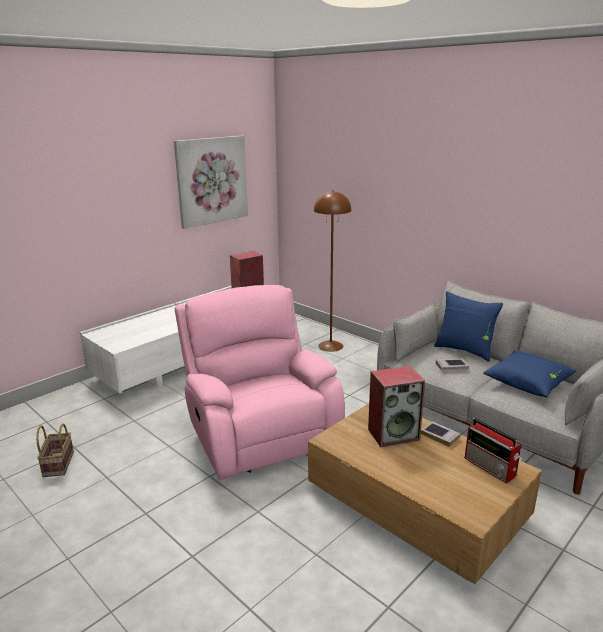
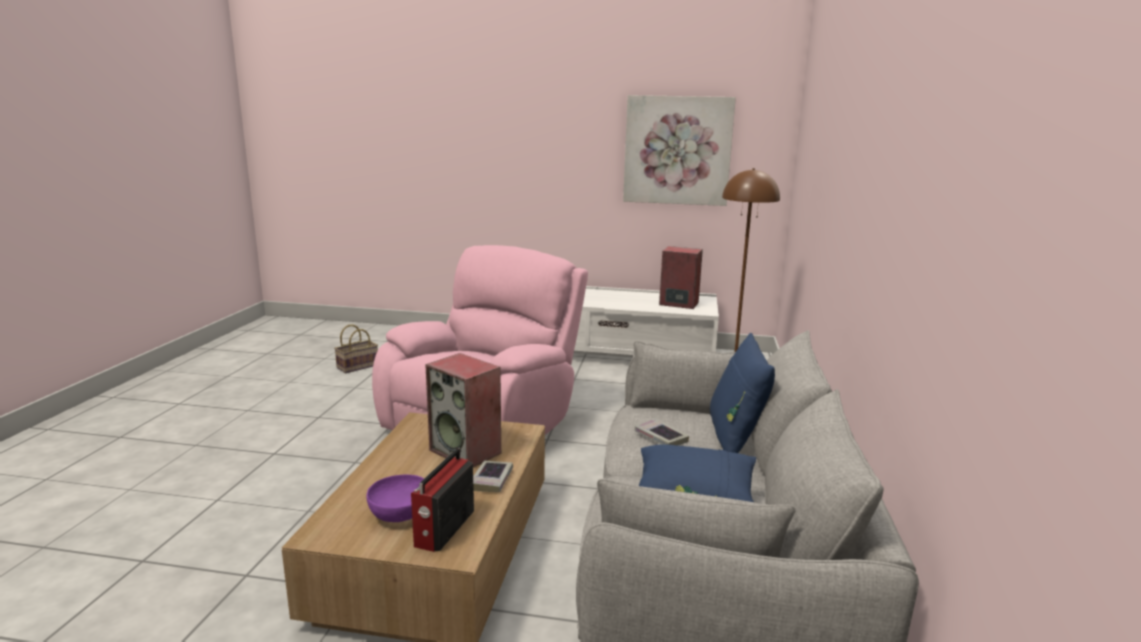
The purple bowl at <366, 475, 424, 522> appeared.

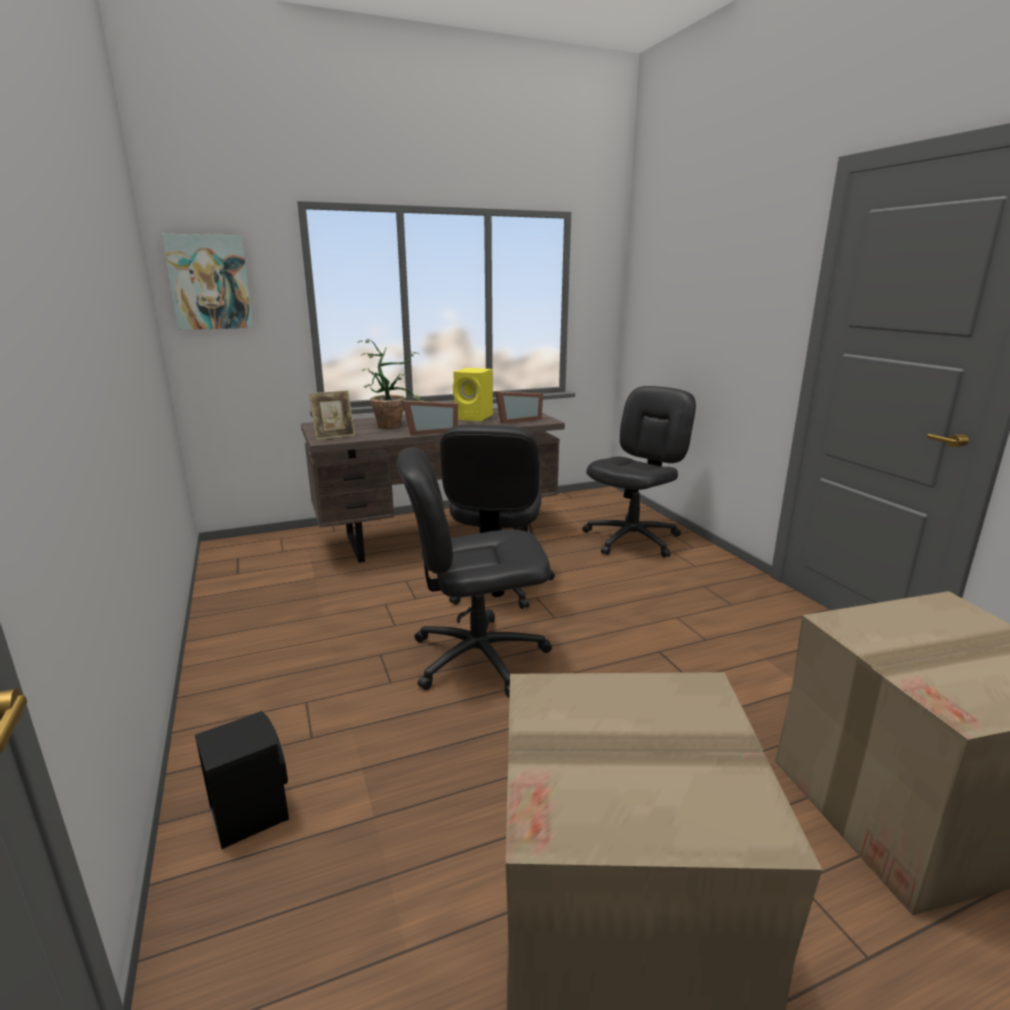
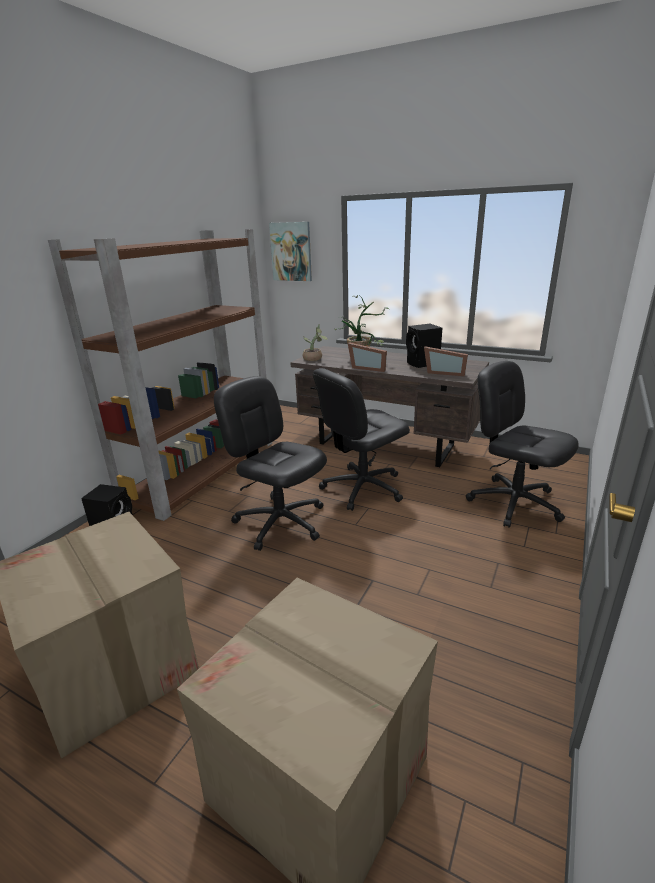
The brown-coloured bookshelf at <48, 229, 272, 521> appeared.
The picture frame at <309, 391, 355, 440> was replaced by the houseplant at <303, 324, 328, 361>.
The yellowish loudspeaker at <453, 368, 493, 421> became the blackish loudspeaker at <406, 324, 442, 368>.
The blackish computer chair at <582, 386, 696, 558> turned 135 degrees counterclockwise.

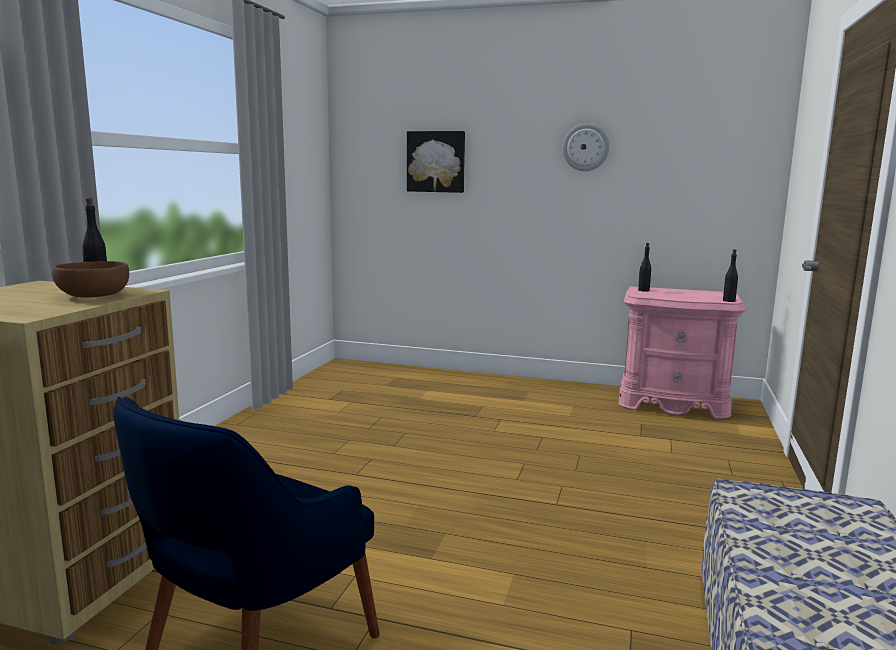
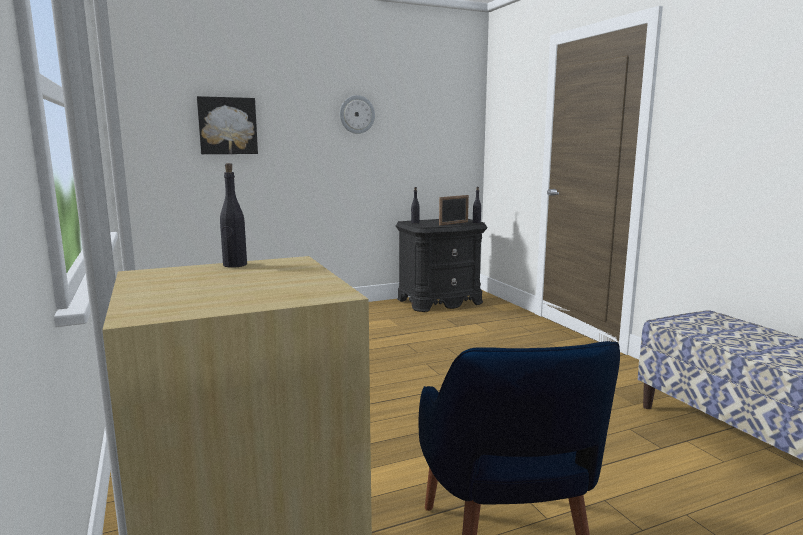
The pink-coloured nightstand at <619, 286, 746, 419> became the blackish nightstand at <396, 219, 488, 312>.
The picture frame at <439, 195, 469, 225> appeared.
The brown-coloured bowl at <52, 261, 129, 297> disappeared.

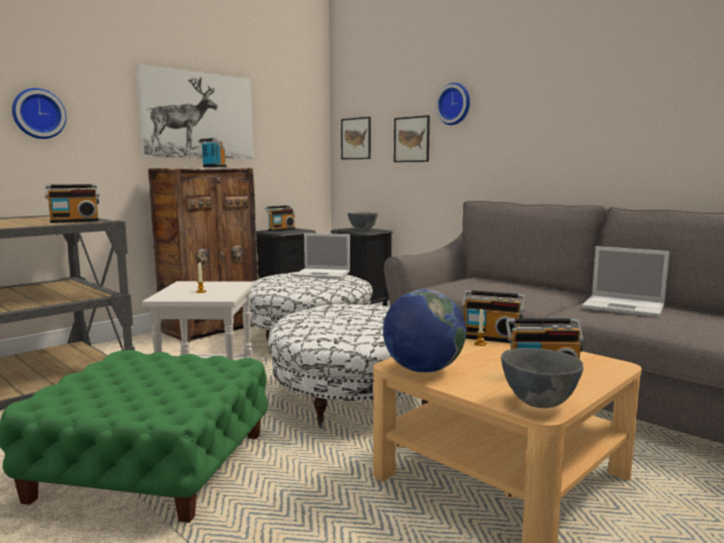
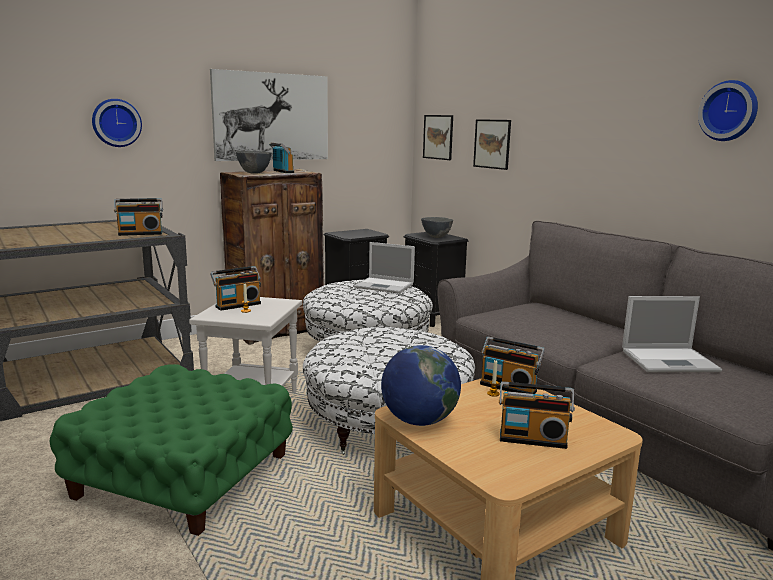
The radio receiver moved from <265, 205, 295, 231> to <210, 266, 261, 311>.
The gray bowl moved from <501, 348, 584, 408> to <236, 151, 272, 173>.
The notebook computer at <582, 246, 670, 317> turned 45 degrees counterclockwise.
The clock on the wall moved from <436, 83, 470, 125> to <698, 80, 758, 141>.

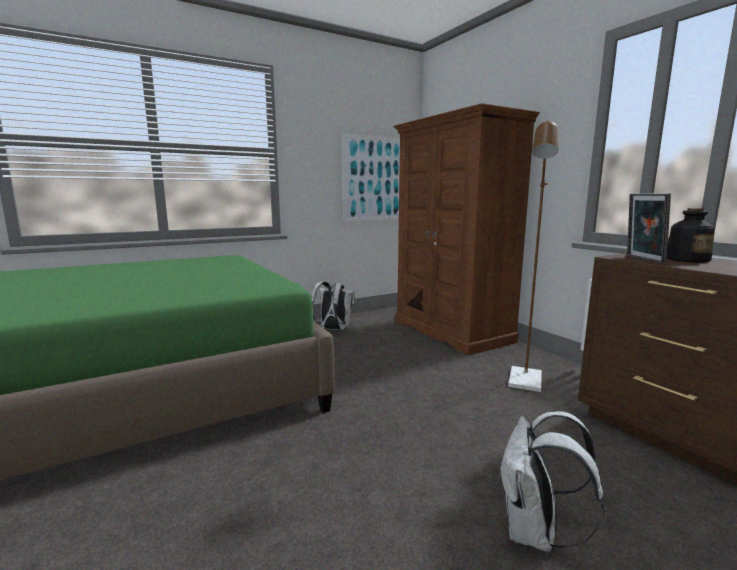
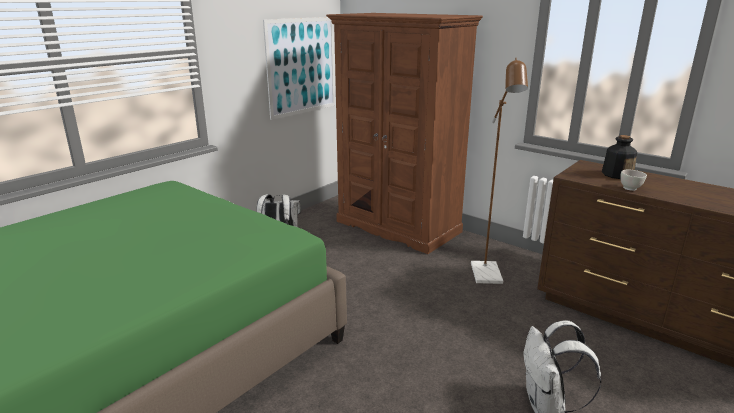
The white-coloured bowl at <620, 169, 647, 191> appeared.
The picture frame at <627, 193, 671, 264> disappeared.

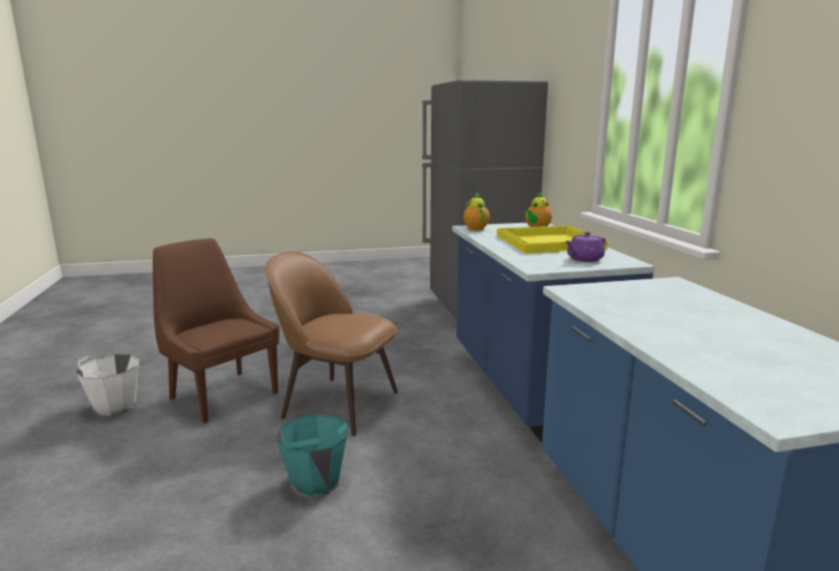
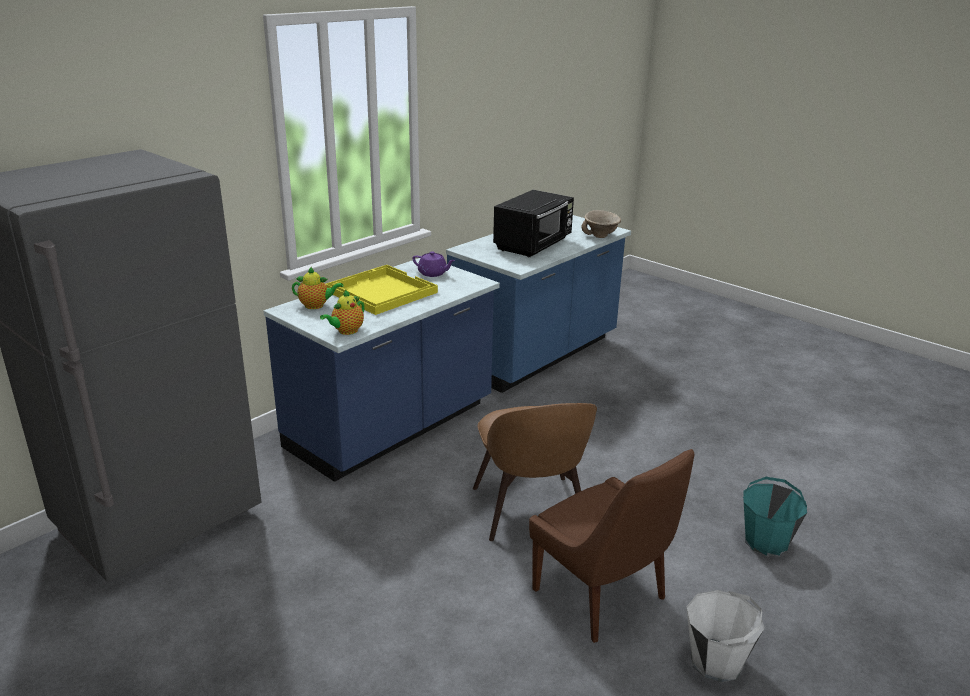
The blackish microwave at <493, 190, 574, 257> appeared.
The brown-coloured upright chair at <153, 238, 279, 423> turned 45 degrees counterclockwise.
The beige-coloured bowl at <581, 210, 621, 238> appeared.
The turquoise bucket moved from <276, 414, 348, 498> to <743, 477, 807, 556>.

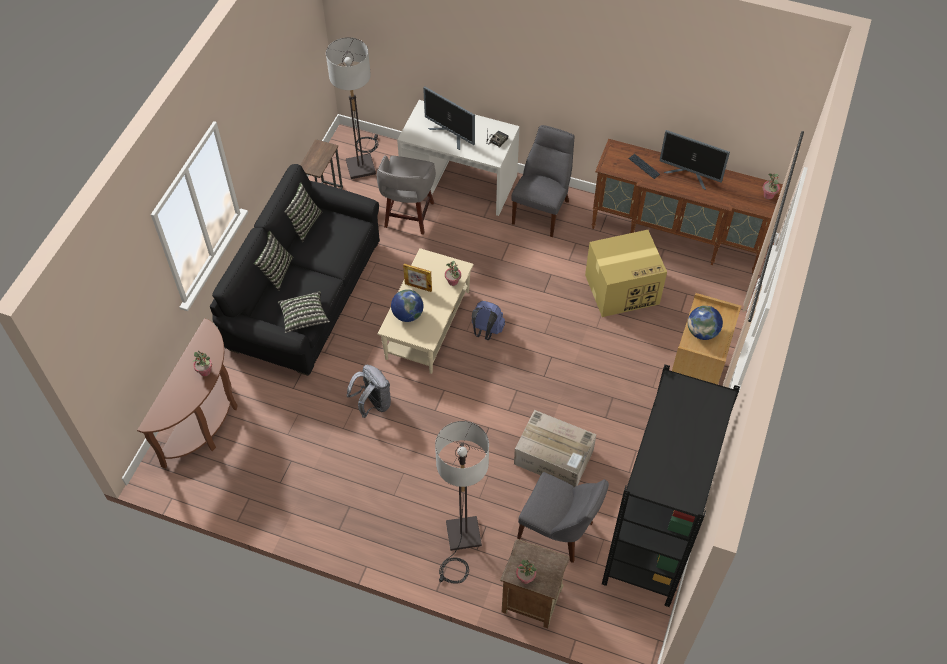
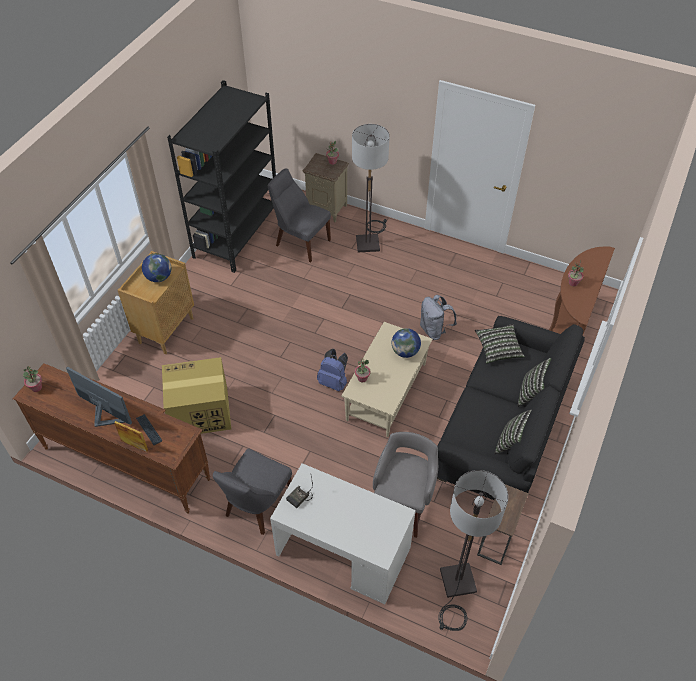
The picture frame moved from <403, 264, 432, 292> to <114, 421, 148, 452>.
The computer display at <423, 86, 475, 150> disappeared.
The carton at <514, 410, 596, 487> disappeared.

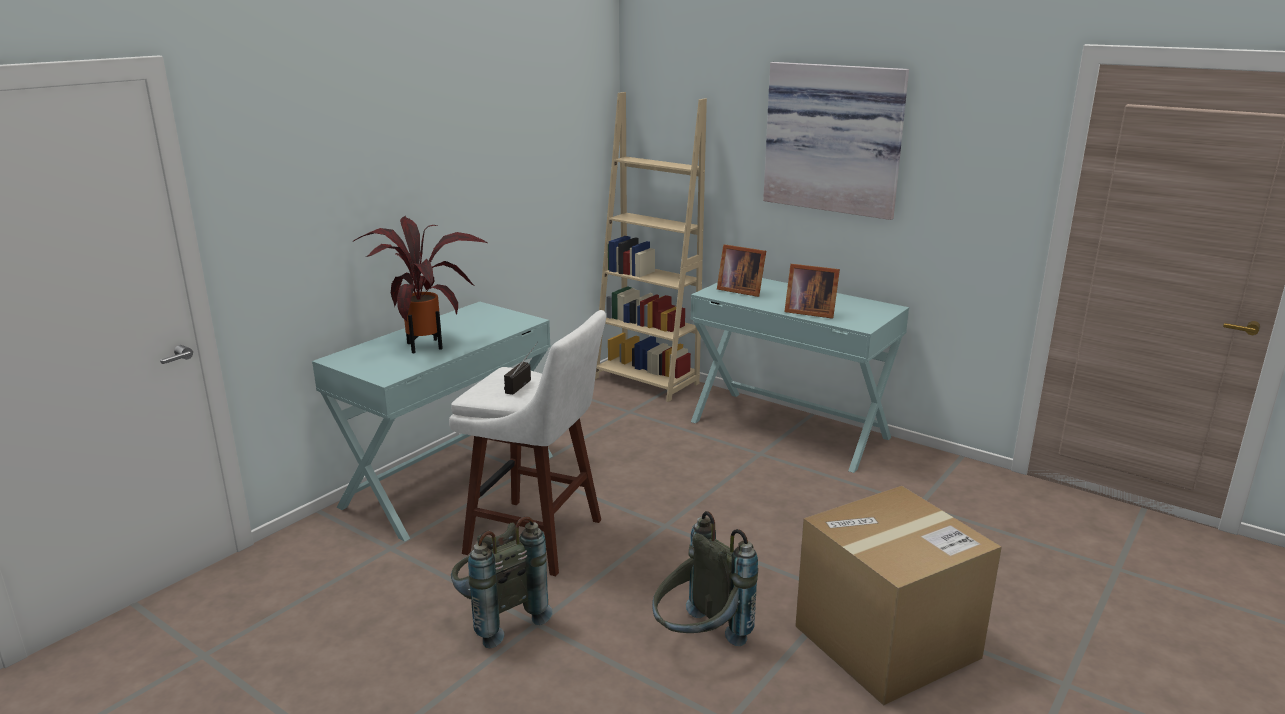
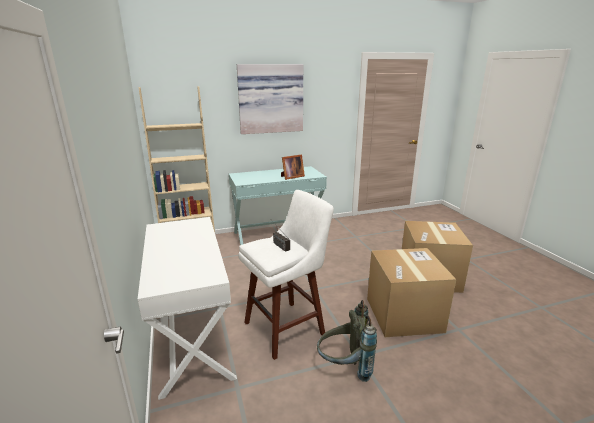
The turquoise desk table at <312, 301, 553, 542> became the white-coloured desk table at <138, 217, 237, 400>.
The gray backpack at <652, 511, 758, 646> was replaced by the carton at <367, 248, 457, 337>.
The houseplant at <353, 216, 487, 353> disappeared.
The picture frame at <717, 244, 766, 297> disappeared.

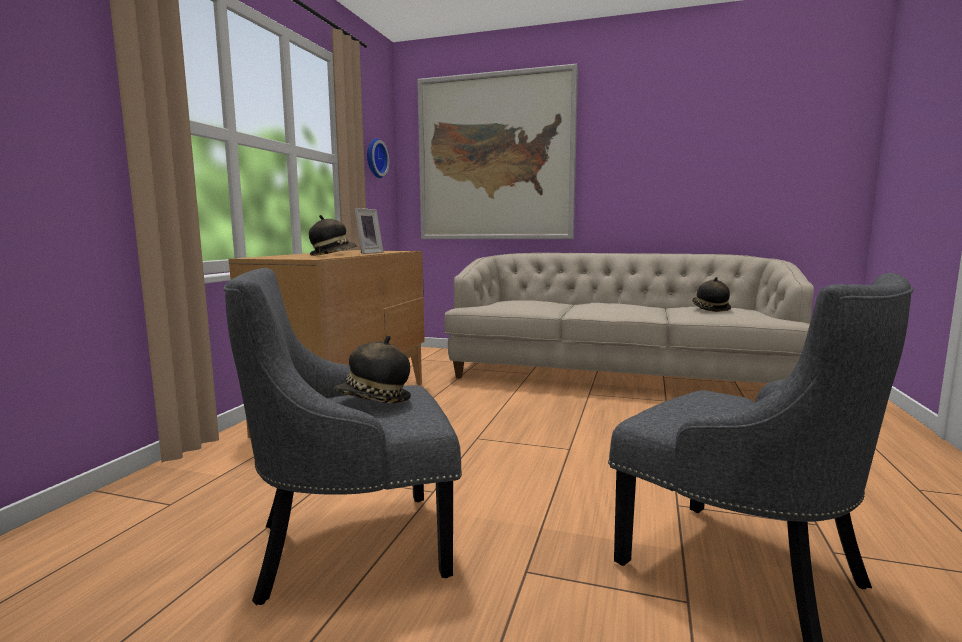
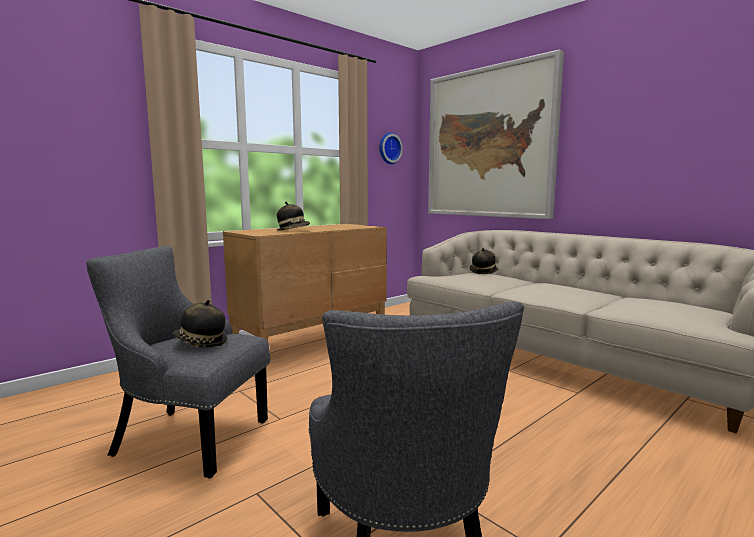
The wearable hat moved from <692, 277, 731, 312> to <470, 248, 498, 274>.
The picture frame at <355, 208, 384, 254> disappeared.

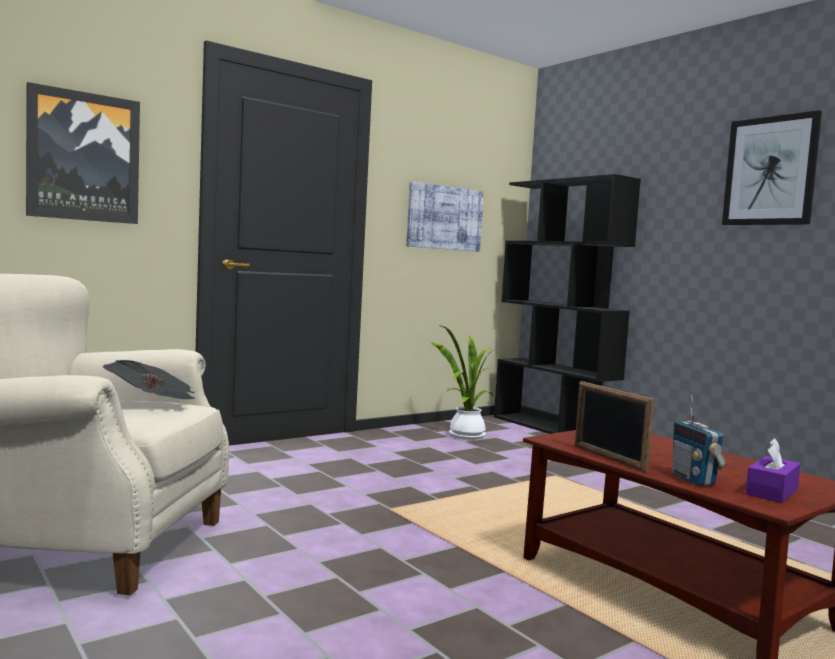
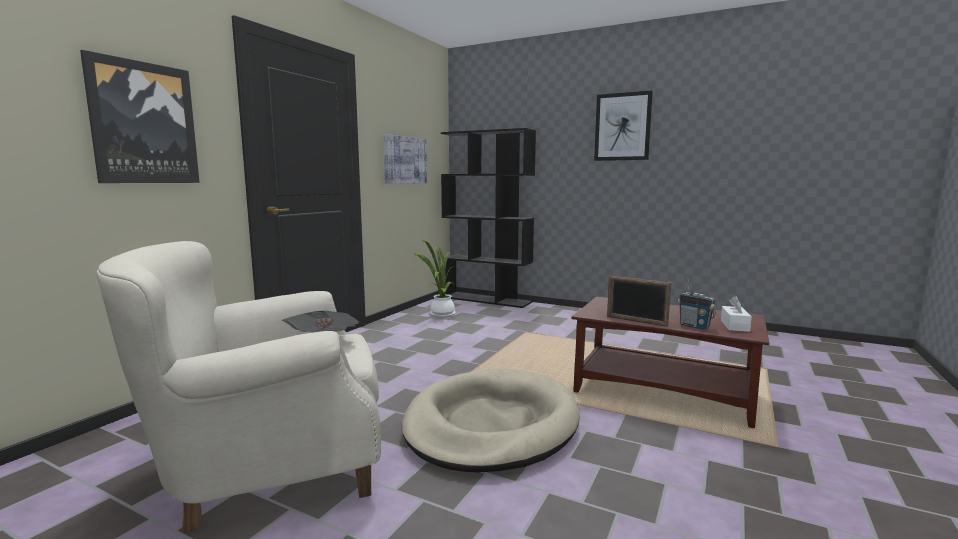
The beige-coloured dog bed at <402, 369, 580, 472> appeared.
The purple tissue holder at <746, 438, 801, 503> became the white-coloured tissue holder at <721, 296, 752, 332>.

